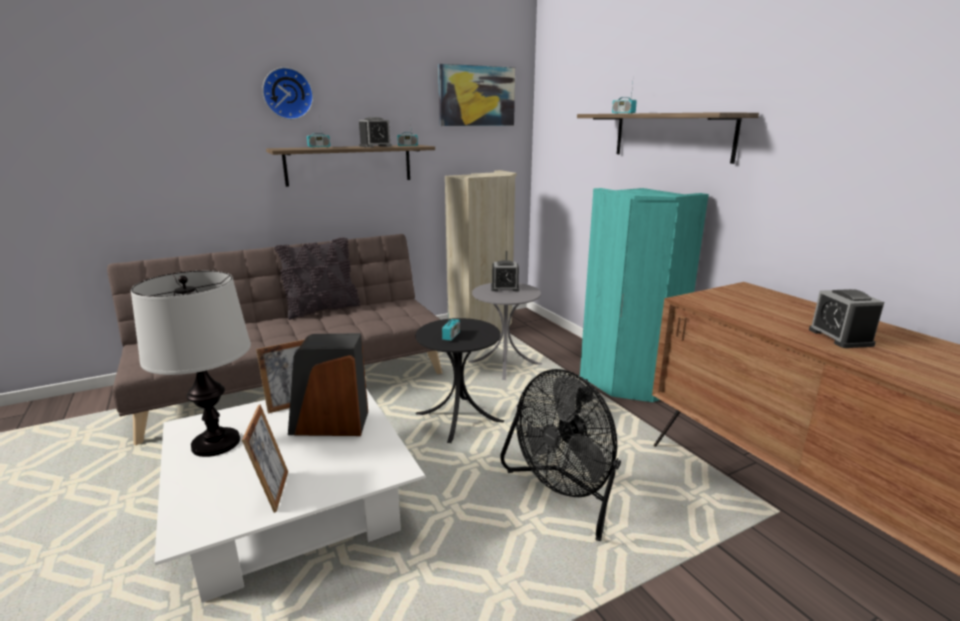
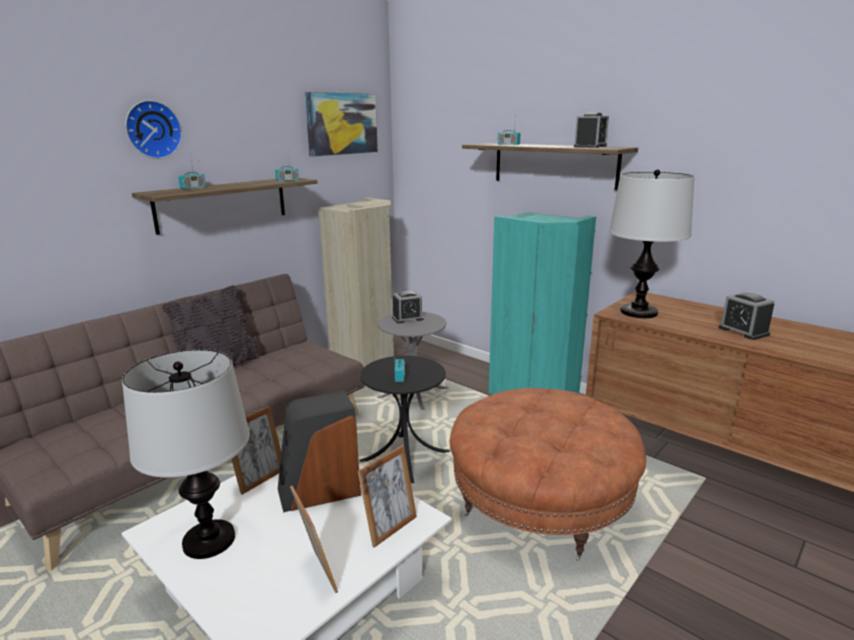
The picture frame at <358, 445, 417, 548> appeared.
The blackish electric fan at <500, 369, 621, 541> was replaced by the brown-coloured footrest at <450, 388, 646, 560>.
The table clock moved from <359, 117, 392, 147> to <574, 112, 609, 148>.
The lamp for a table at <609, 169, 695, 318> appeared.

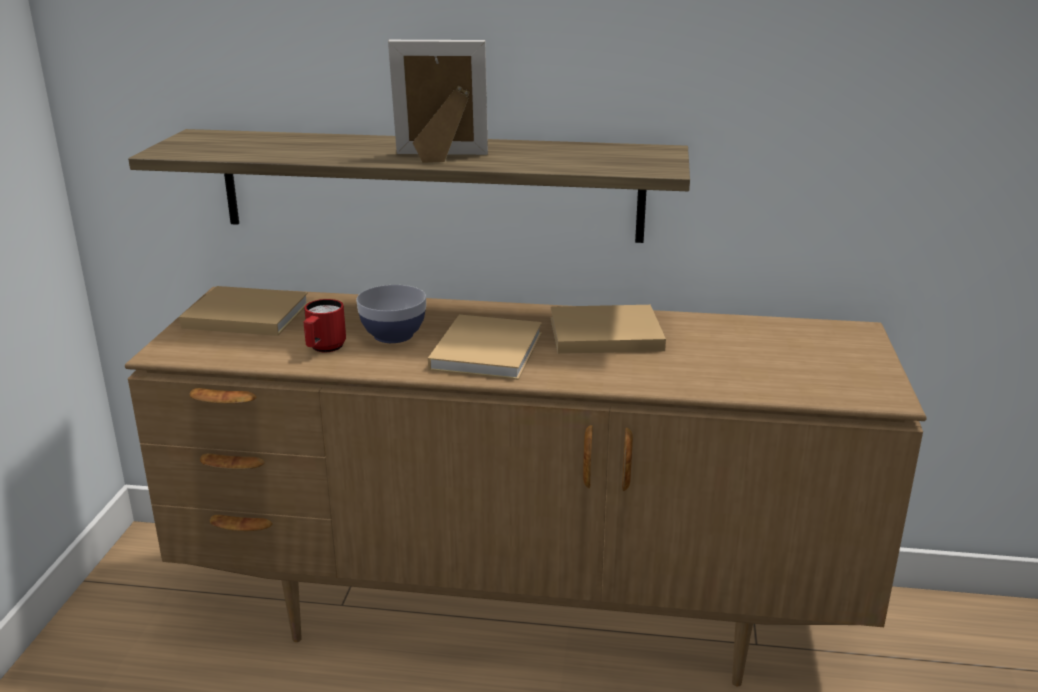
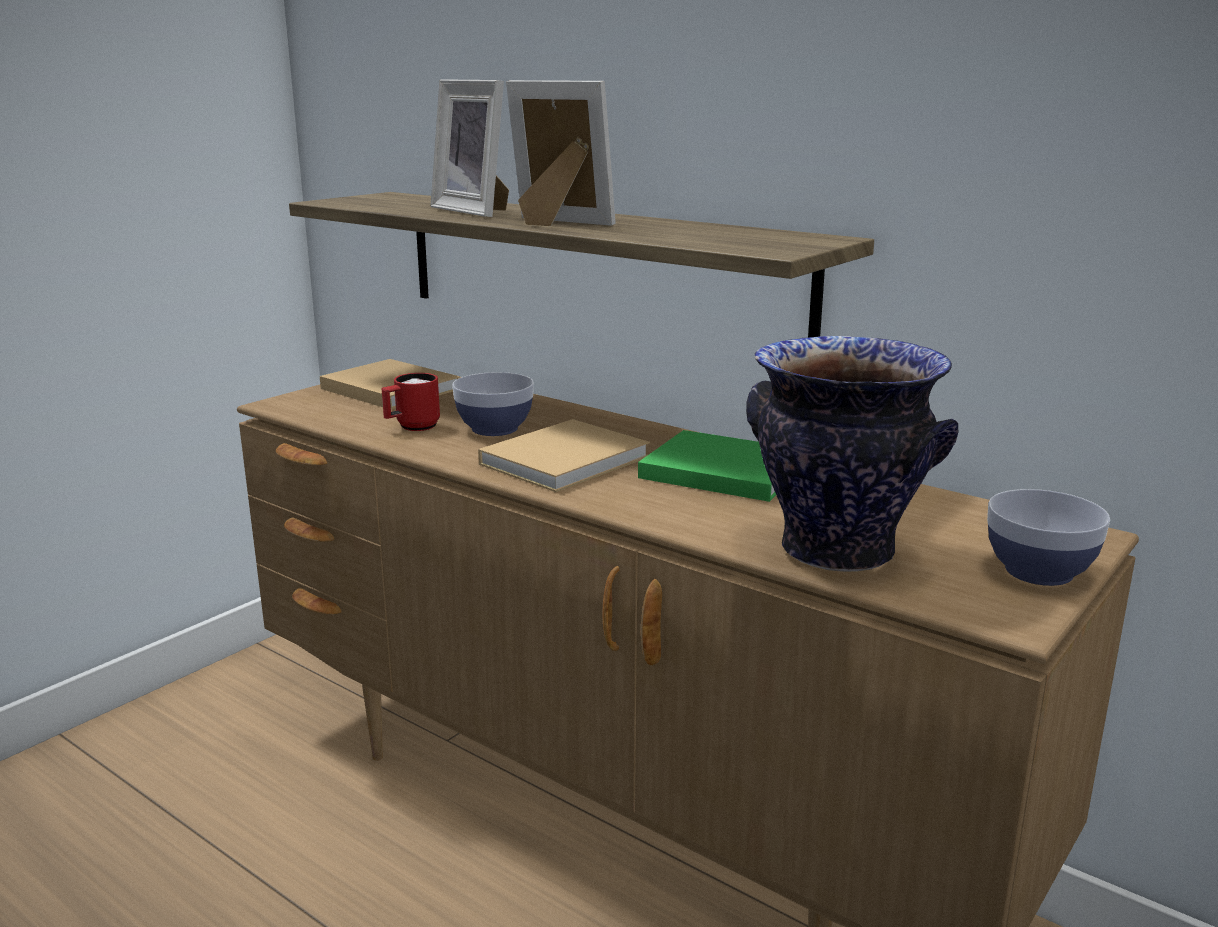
The picture frame at <430, 79, 509, 217> appeared.
The beige-coloured volume at <551, 305, 666, 354> became the green volume at <638, 430, 776, 502>.
The flower vase at <746, 336, 958, 572> appeared.
The bowl at <987, 489, 1110, 586> appeared.

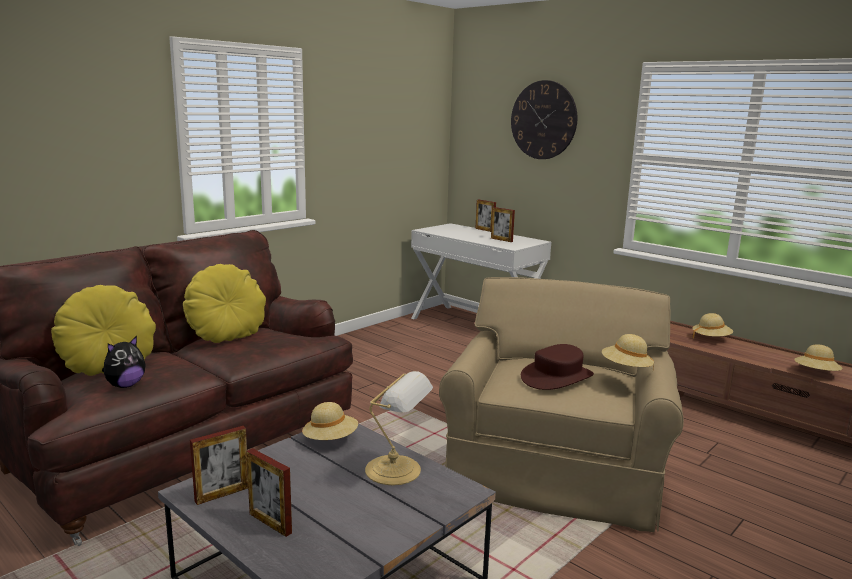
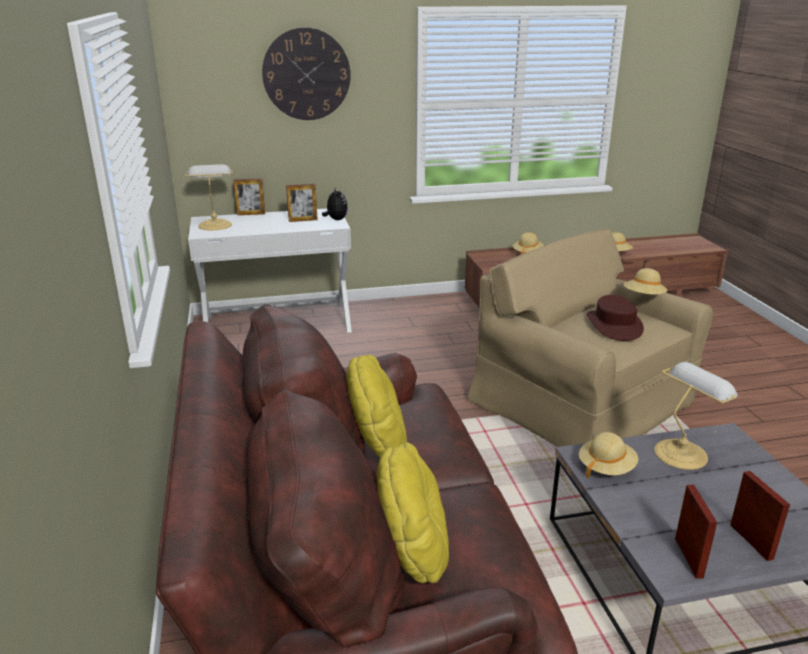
The lamp for a table at <185, 164, 233, 230> appeared.
The plush toy moved from <102, 336, 146, 388> to <322, 187, 348, 220>.
The picture frame at <246, 448, 292, 537> turned 90 degrees counterclockwise.

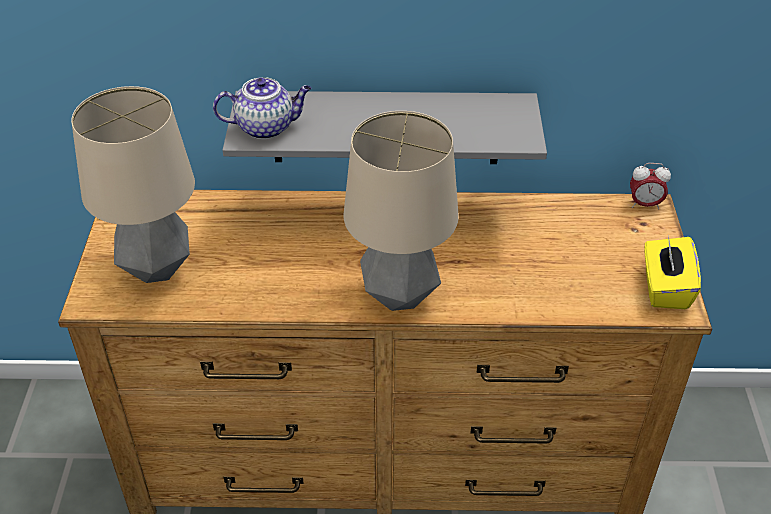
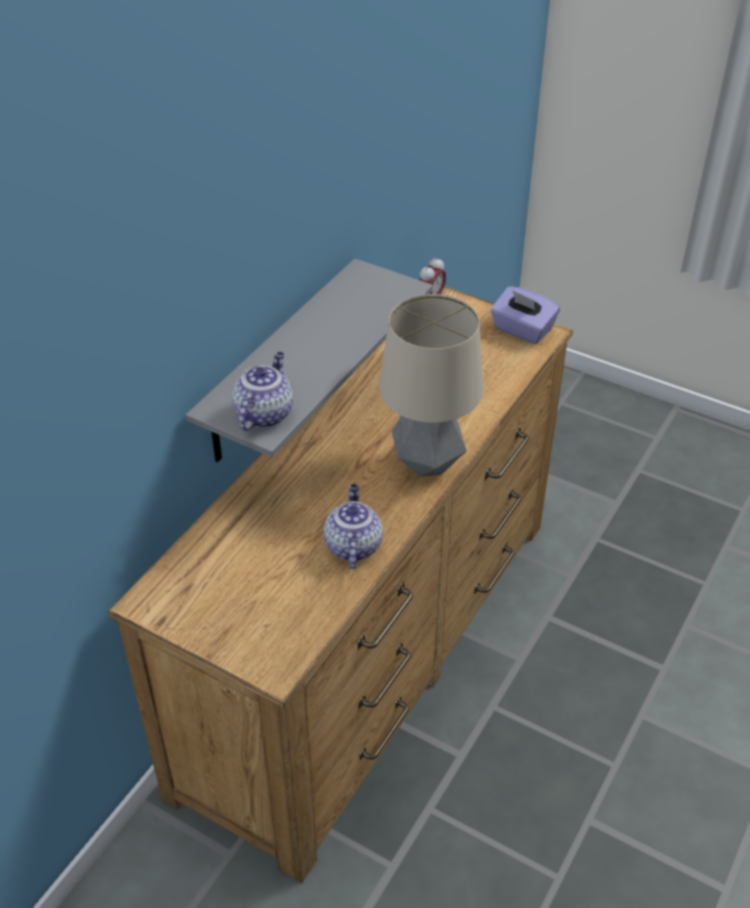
The teapot at <324, 484, 383, 569> appeared.
The yellowish tissue holder at <644, 235, 701, 309> became the purple tissue holder at <491, 286, 560, 344>.
The lamp for a table at <71, 86, 195, 283> disappeared.

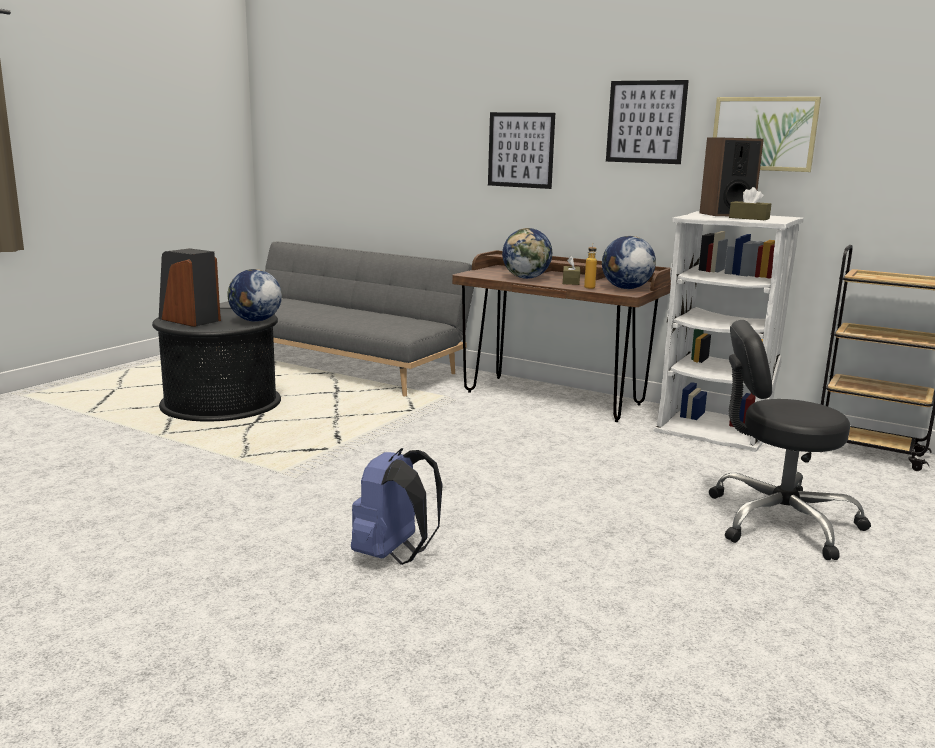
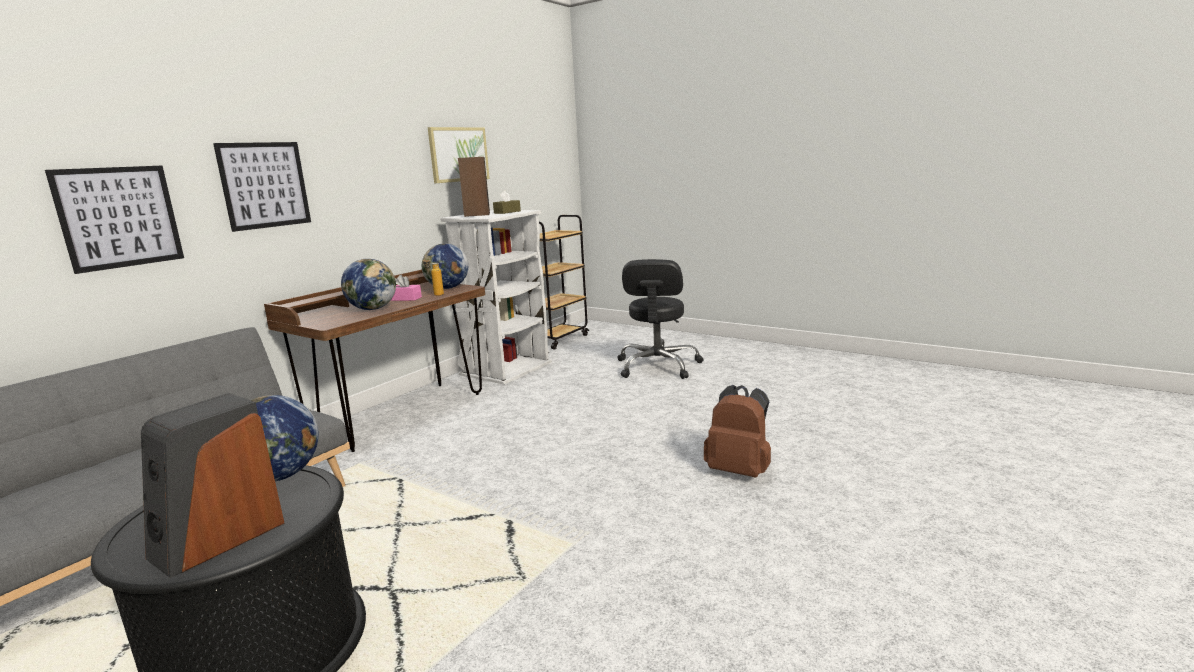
The picture moved from <606, 80, 689, 164> to <45, 166, 184, 274>.
The brown-coloured tissue holder at <563, 256, 580, 285> became the pink-coloured tissue holder at <390, 275, 422, 301>.
The blue-coloured backpack at <351, 448, 443, 565> became the brown-coloured backpack at <704, 385, 771, 478>.

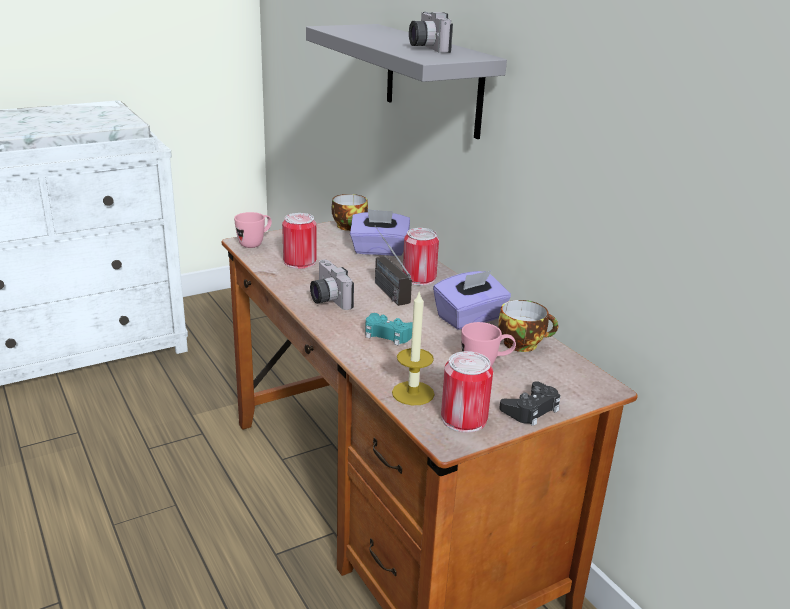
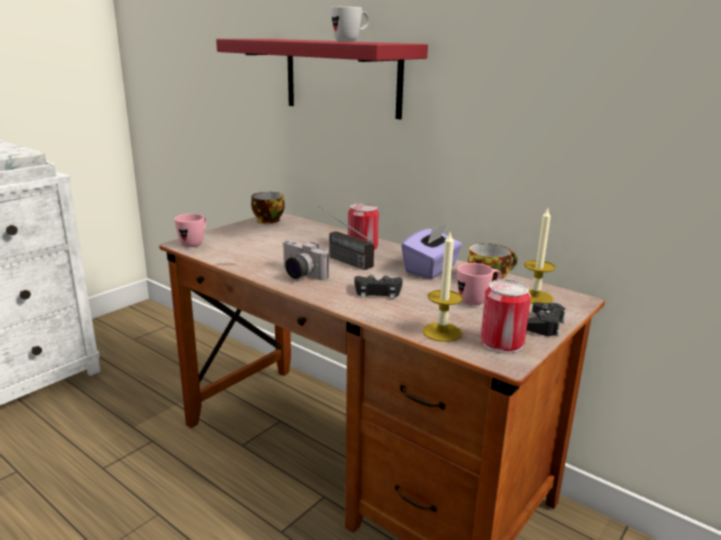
The gray wall shelf at <306, 24, 507, 139> became the red wall shelf at <216, 39, 428, 119>.
The still camera at <409, 12, 453, 53> was replaced by the white-coloured mug at <330, 7, 369, 42>.
The turquoise gamepad at <365, 313, 413, 346> became the blackish gamepad at <354, 275, 403, 299>.
The wax light at <524, 208, 555, 304> appeared.
The metal can at <282, 213, 317, 269> disappeared.
The purple tissue holder at <350, 209, 410, 256> disappeared.

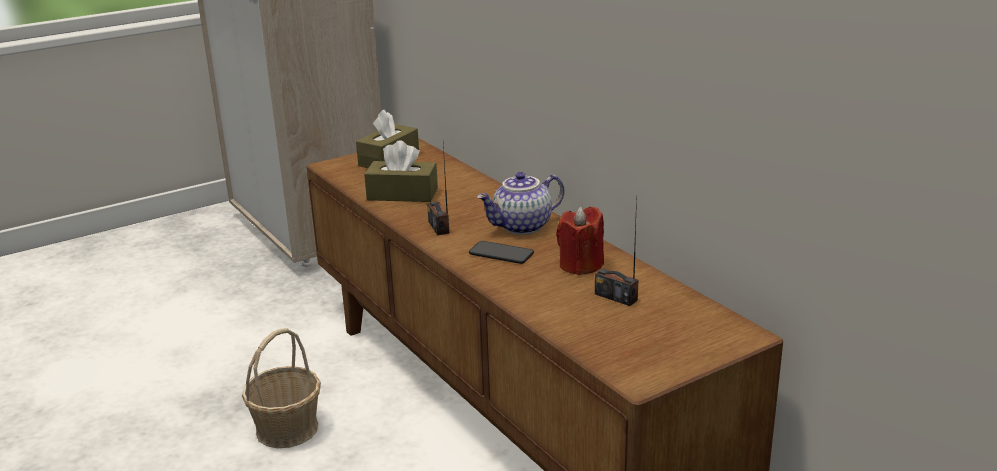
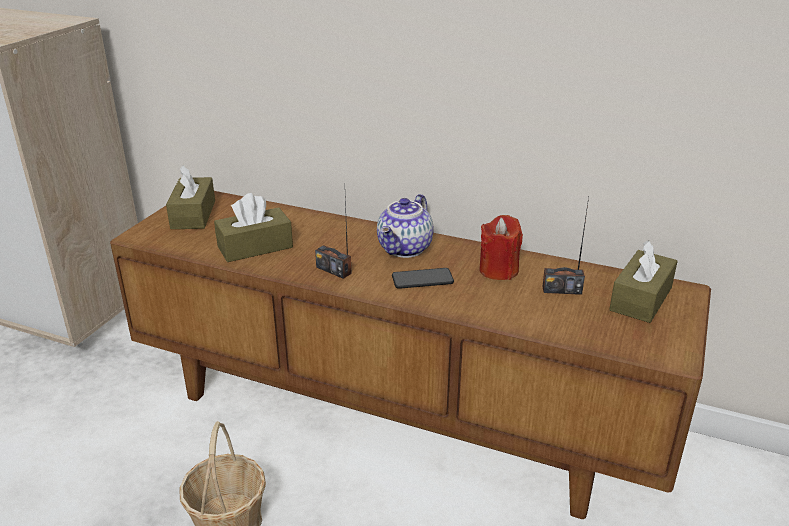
The brown-coloured tissue holder at <609, 240, 678, 323> appeared.

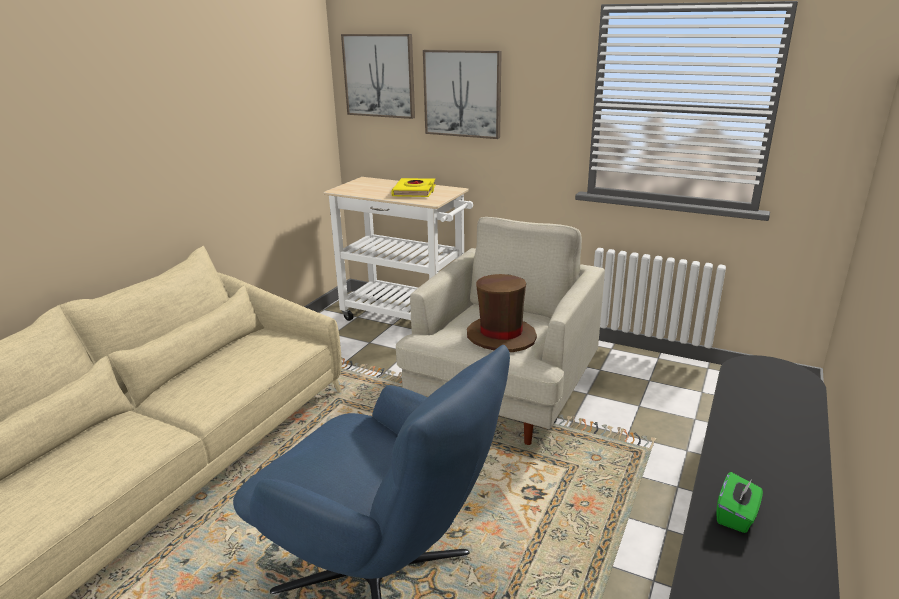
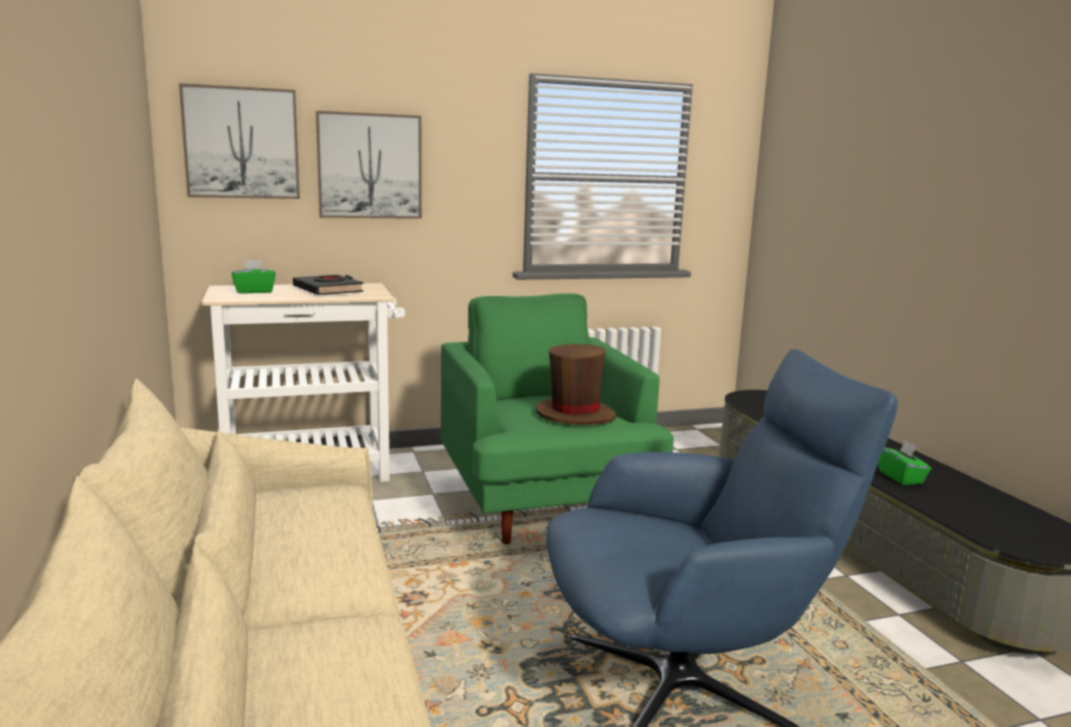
The green tissue holder at <232, 260, 276, 294> appeared.
The yellowish volume at <391, 178, 436, 197> became the blackish volume at <293, 275, 363, 295>.
The beige-coloured armchair at <396, 217, 605, 445> became the green armchair at <441, 293, 674, 544>.

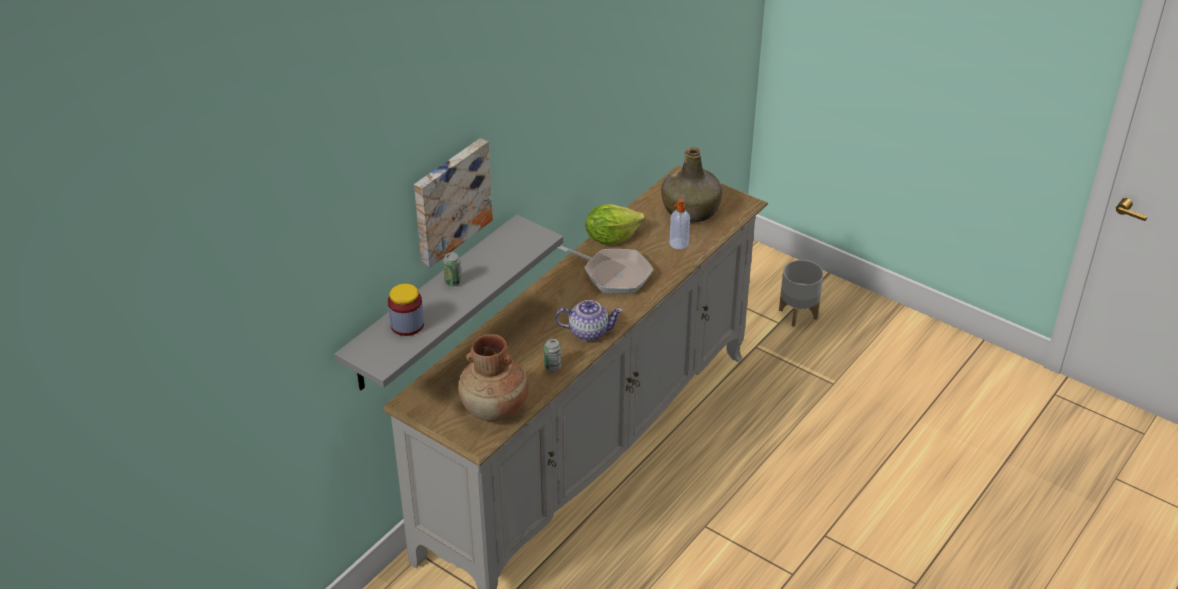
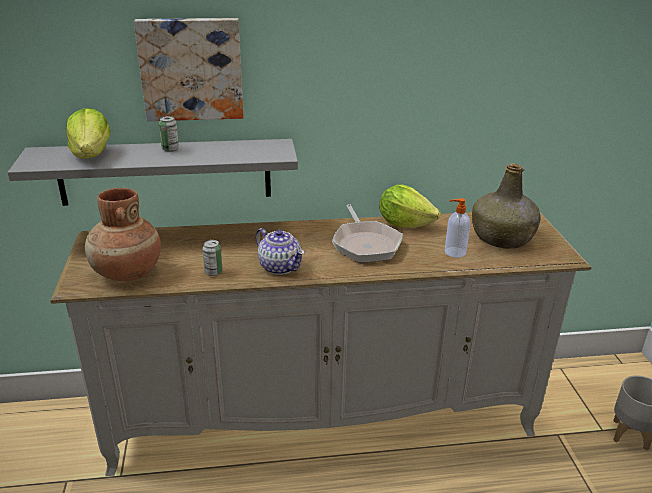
The storage jar at <388, 284, 424, 336> was replaced by the lettuce head at <66, 108, 111, 159>.

